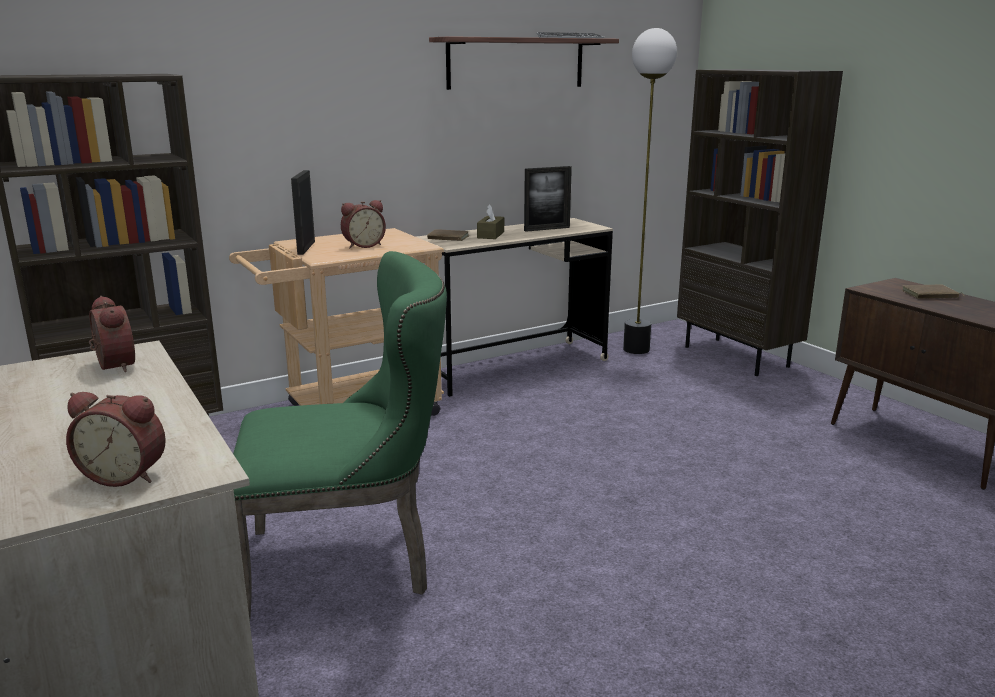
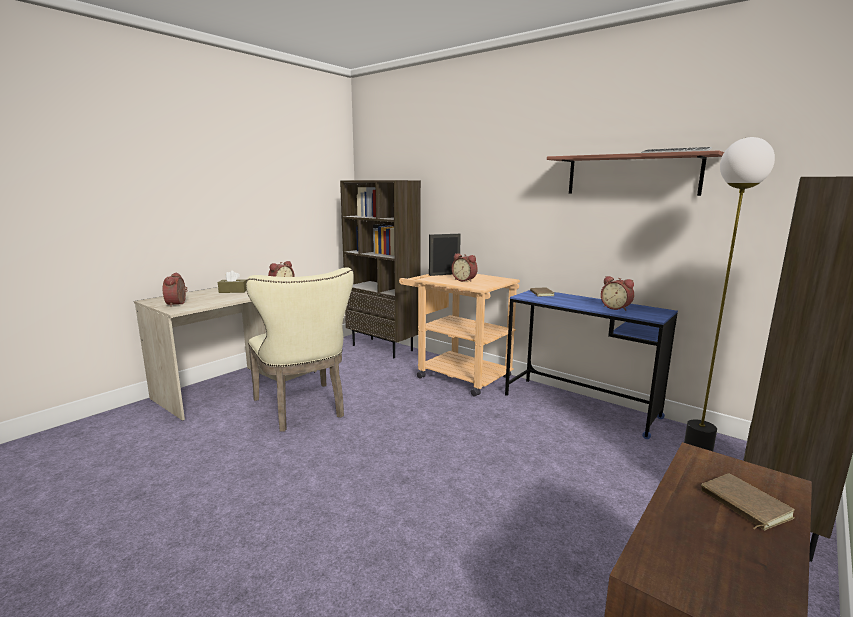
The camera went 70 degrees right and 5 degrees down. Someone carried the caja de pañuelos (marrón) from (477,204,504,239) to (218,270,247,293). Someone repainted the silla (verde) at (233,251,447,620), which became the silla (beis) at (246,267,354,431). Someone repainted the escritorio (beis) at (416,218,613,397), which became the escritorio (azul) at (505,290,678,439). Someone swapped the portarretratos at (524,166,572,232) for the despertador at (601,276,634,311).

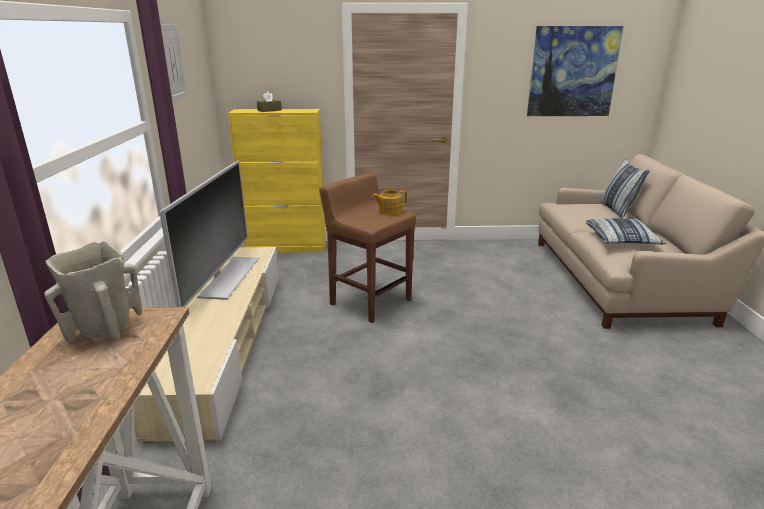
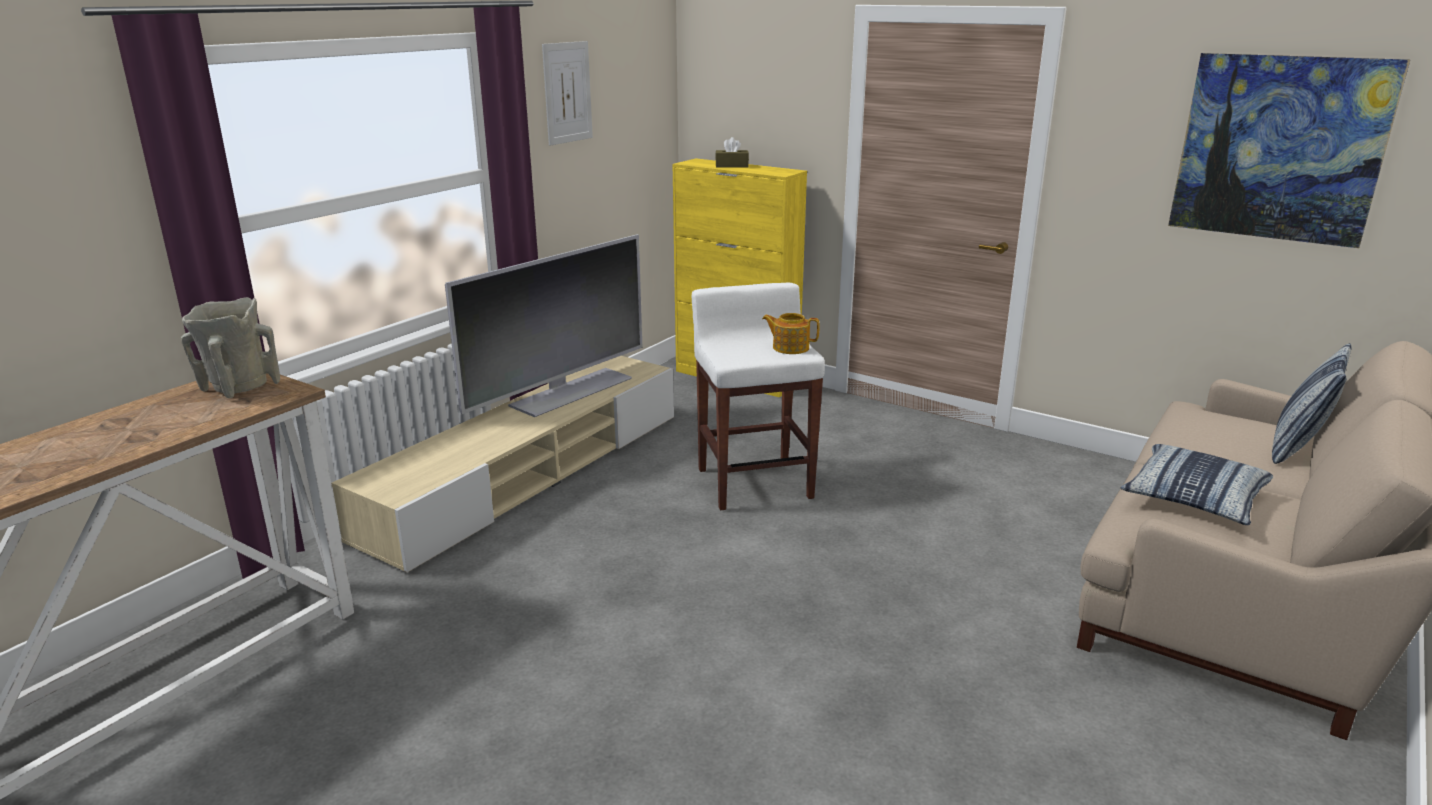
The camera went 35 degrees right and 0 degrees up. Someone repainted the taburete (marrón) at (319,174,416,323), which became the taburete (blanco) at (692,283,825,510).

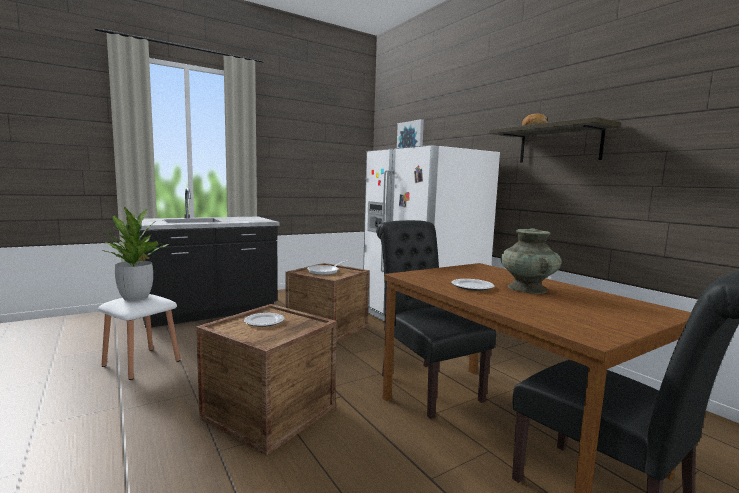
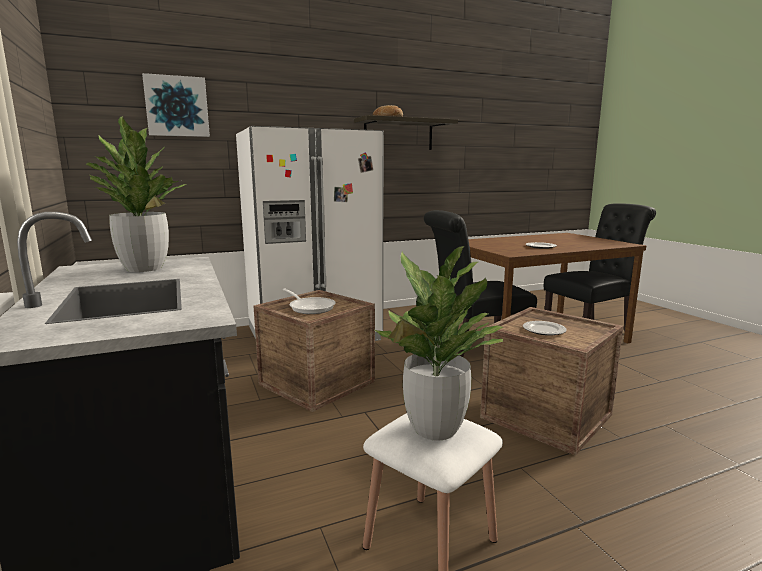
The camera went 80 degrees left and 5 degrees up. Someone put down the planta en maceta at (86,116,187,272). Someone took away the florero (turquesa) at (501,228,562,294).

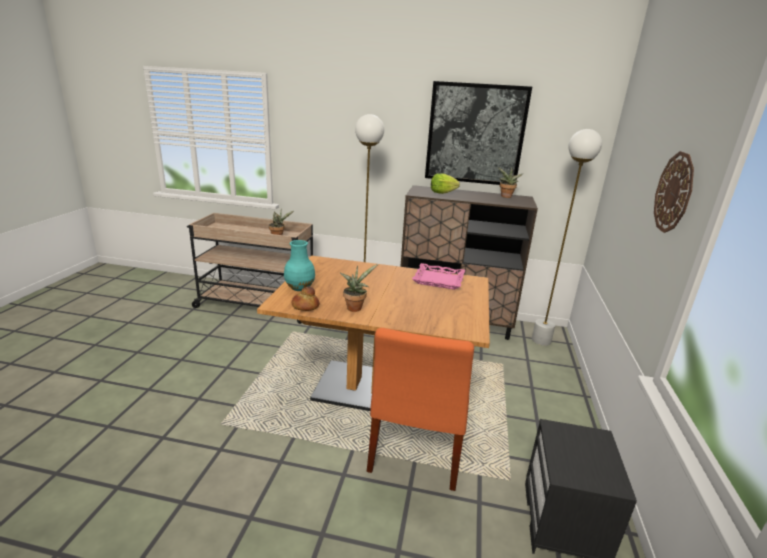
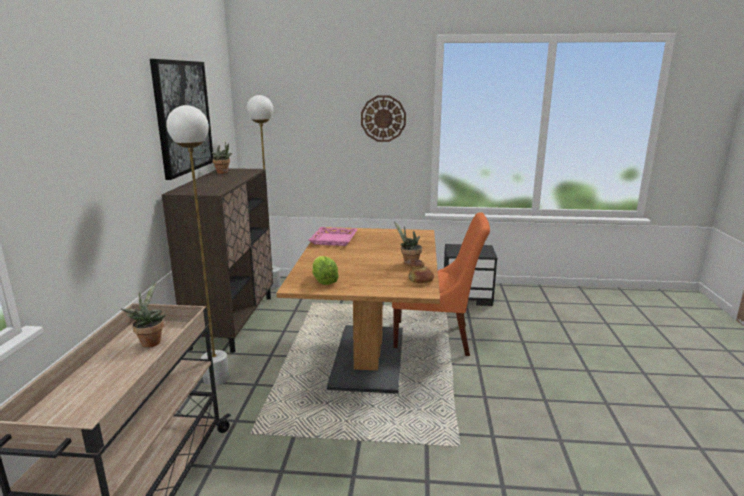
The camera went 95 degrees left and 5 degrees down. Someone carried the lechuga from (431,173,460,194) to (312,256,339,285). Someone took away the florero (turquesa) at (284,240,315,291).

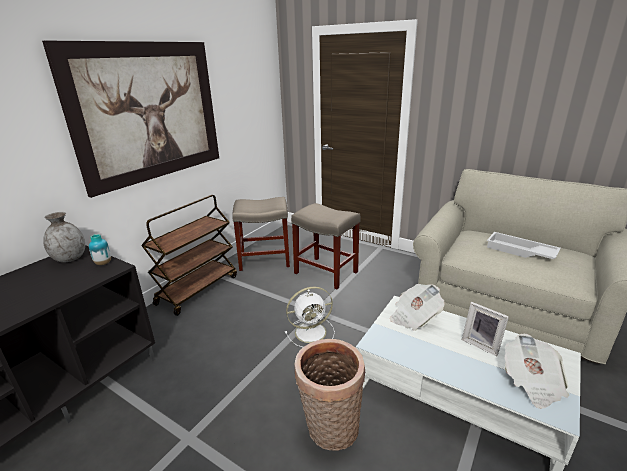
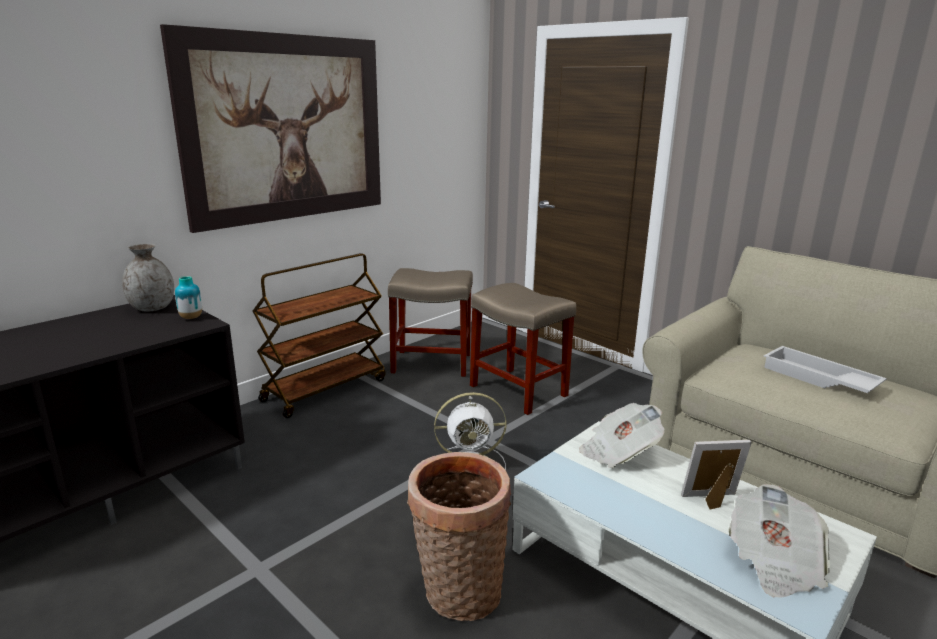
The camera went 10 degrees right and 5 degrees down. Someone rotated the portarretratos at (462,302,509,356) by 120 degrees clockwise.

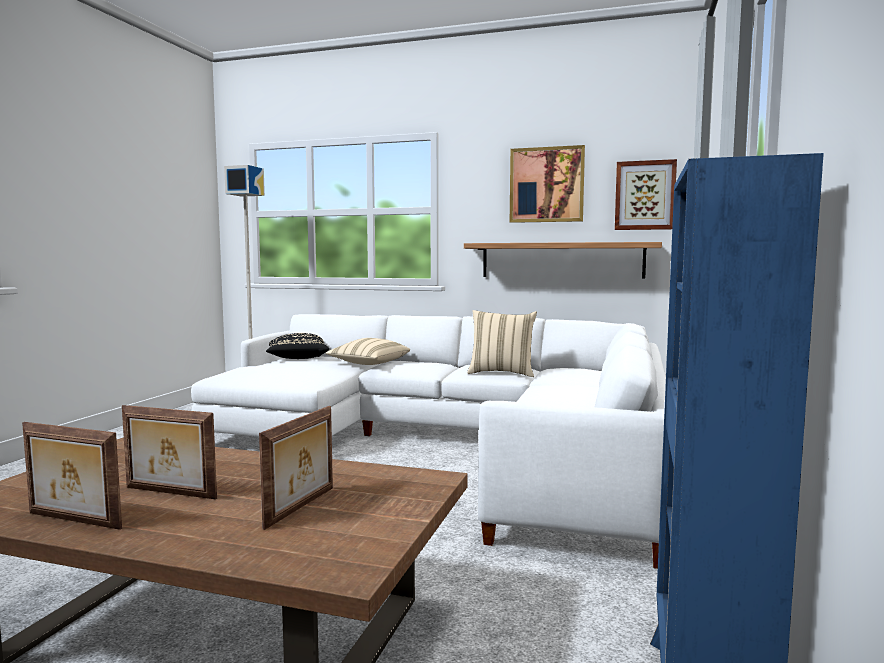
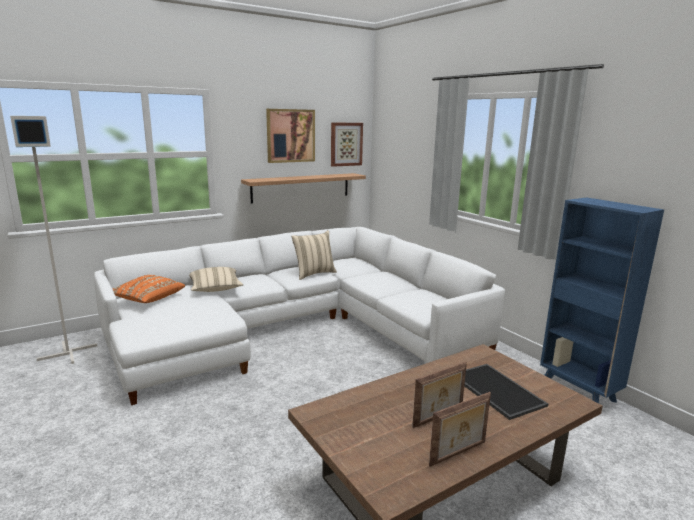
The camera went 50 degrees left and 10 degrees up. Someone repainted the cojín (negro) at (266,333,329,359), which became the cojín (naranja) at (113,275,185,303). Someone swapped the portarretratos at (259,406,333,530) for the bandeja at (464,364,548,420).

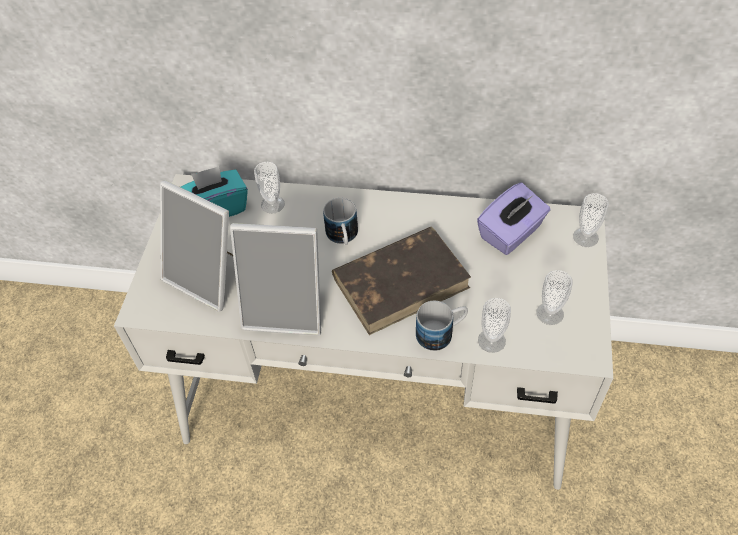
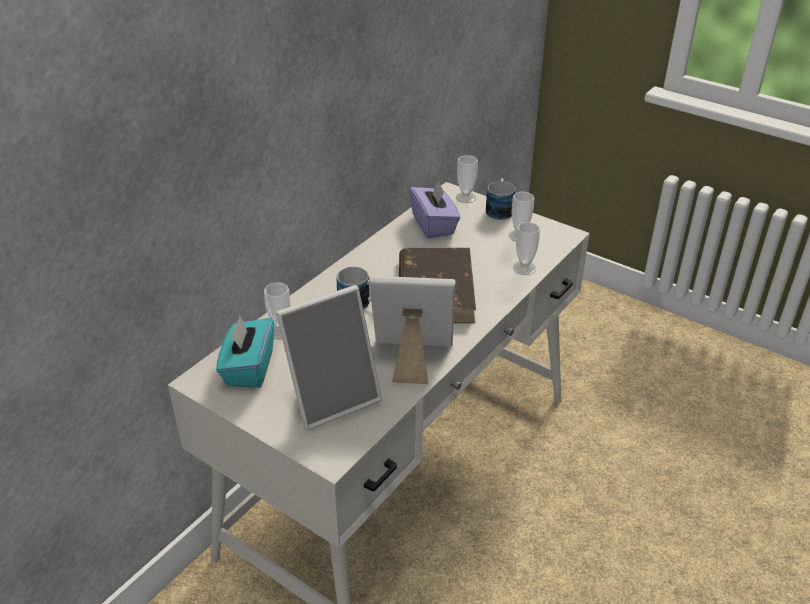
The camera went 65 degrees left and 15 degrees down. Someone rotated the portarretratos at (230,223,321,336) by 120 degrees counterclockwise. Someone carried the taza grande from (416,300,468,351) to (486,178,515,220).

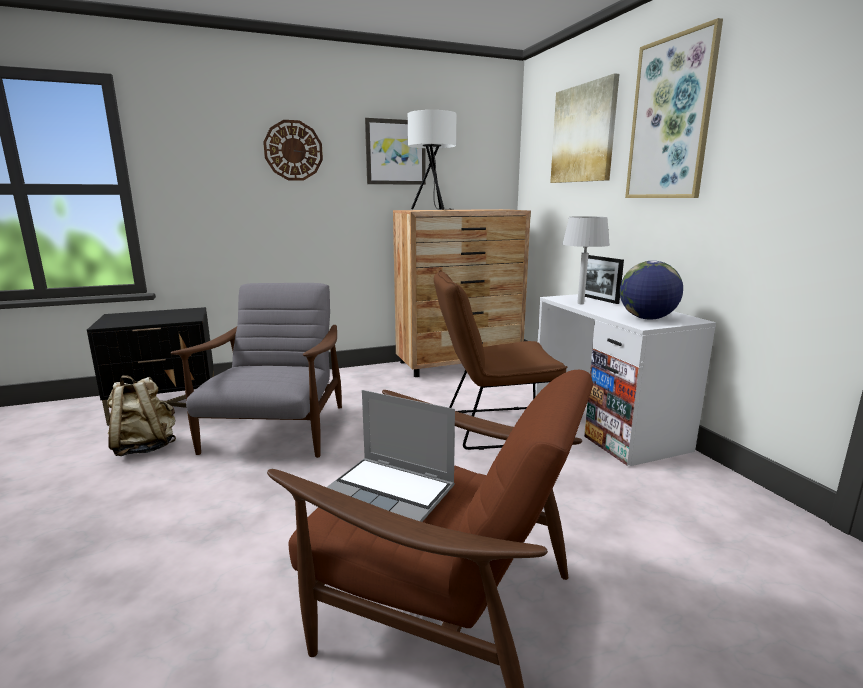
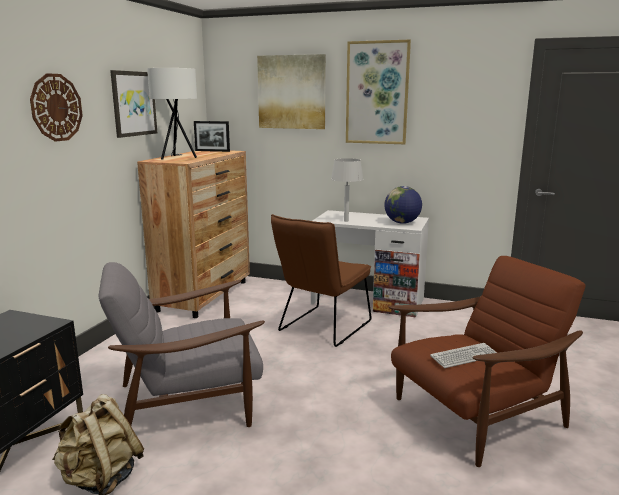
The camera went 50 degrees left and 0 degrees up. Someone rotated the sillón (gris) at (171,283,342,458) by 60 degrees counterclockwise. Someone carried the portarretratos from (585,255,624,304) to (194,121,230,152). Someone swapped the portátil at (327,390,455,522) for the teclado at (430,343,497,368).

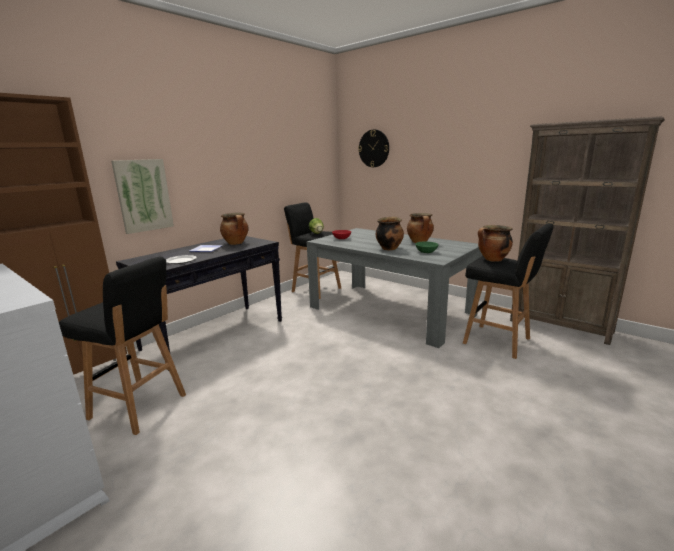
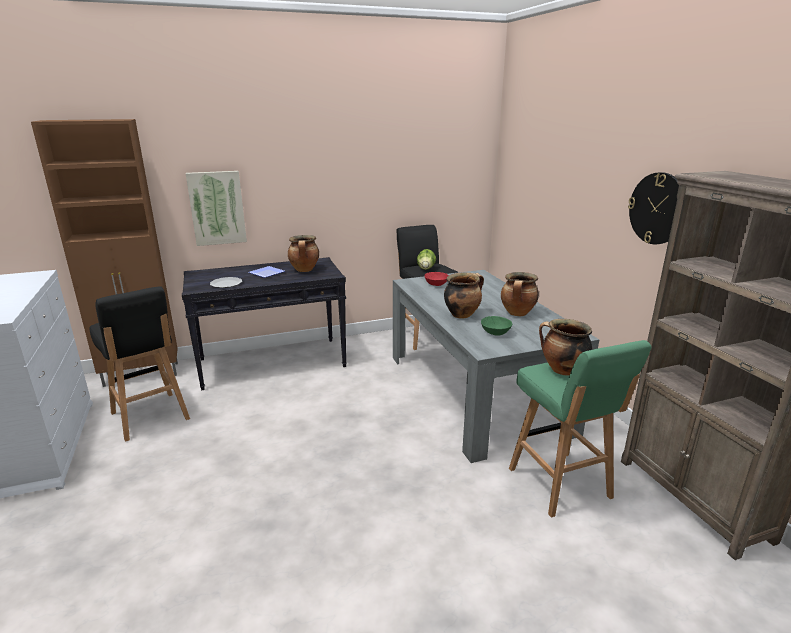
The camera went 30 degrees right and 5 degrees up. Someone repainted the taburete (negro) at (463,223,554,359), which became the taburete (verde) at (509,340,652,517). Someone carried the reloj de pared from (358,129,389,167) to (628,172,679,244).

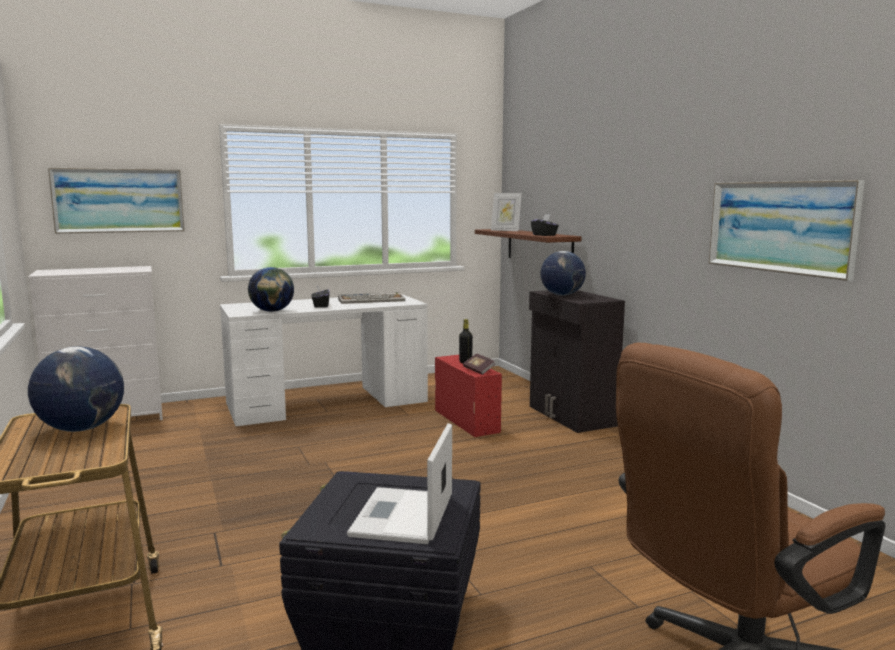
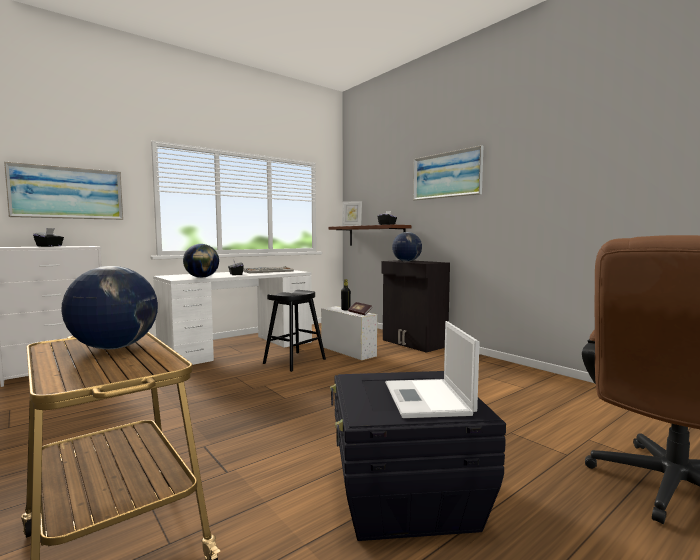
The camera went 15 degrees left and 5 degrees down. Someone put down the caja de pañuelos (negro) at (33,228,64,247). Someone put down the taburete (negro) at (263,290,326,372). Someone repainted the caja de almacenaje (rojo) at (435,355,502,437), which became the caja de almacenaje (blanco) at (321,306,377,360). Someone carried the cuadro from (709,180,865,281) to (413,145,483,201).

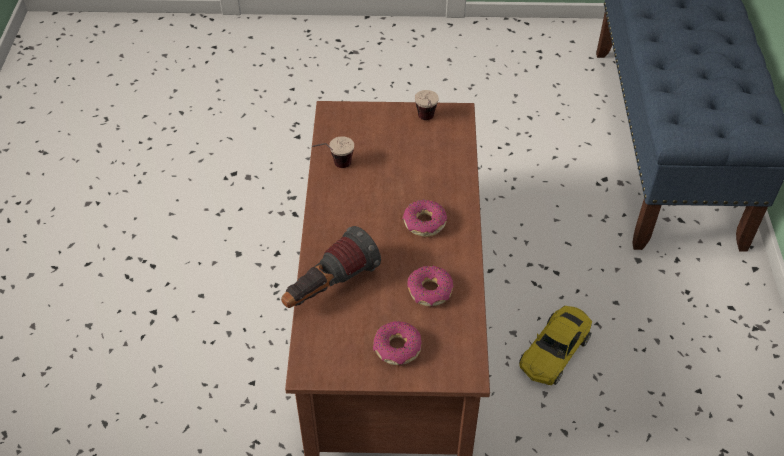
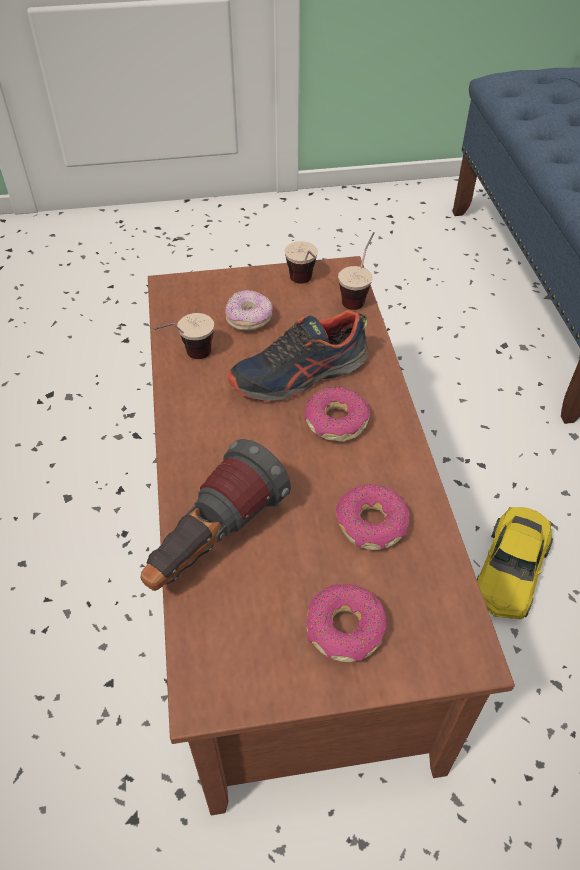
The camera went 10 degrees left and 0 degrees up. Someone put down the rosquilla at (225,290,273,331). Someone put down the zapato at (228,310,369,401). Someone put down the taza at (338,232,374,310).

